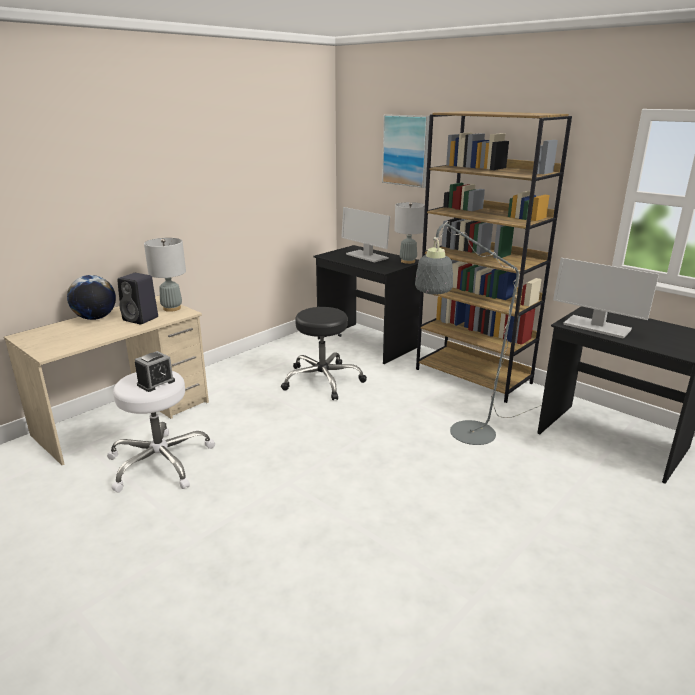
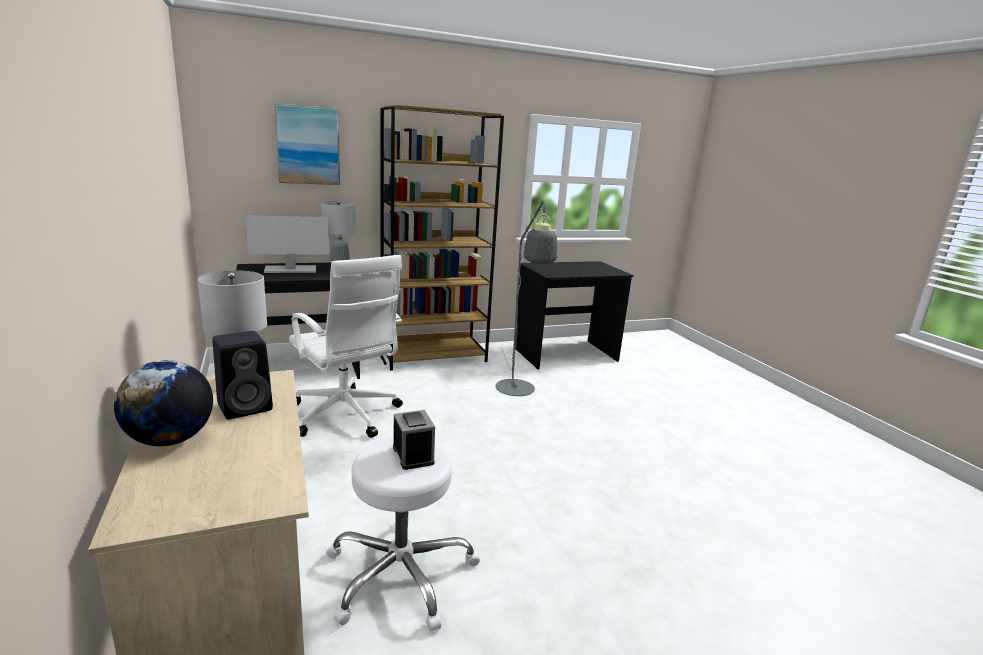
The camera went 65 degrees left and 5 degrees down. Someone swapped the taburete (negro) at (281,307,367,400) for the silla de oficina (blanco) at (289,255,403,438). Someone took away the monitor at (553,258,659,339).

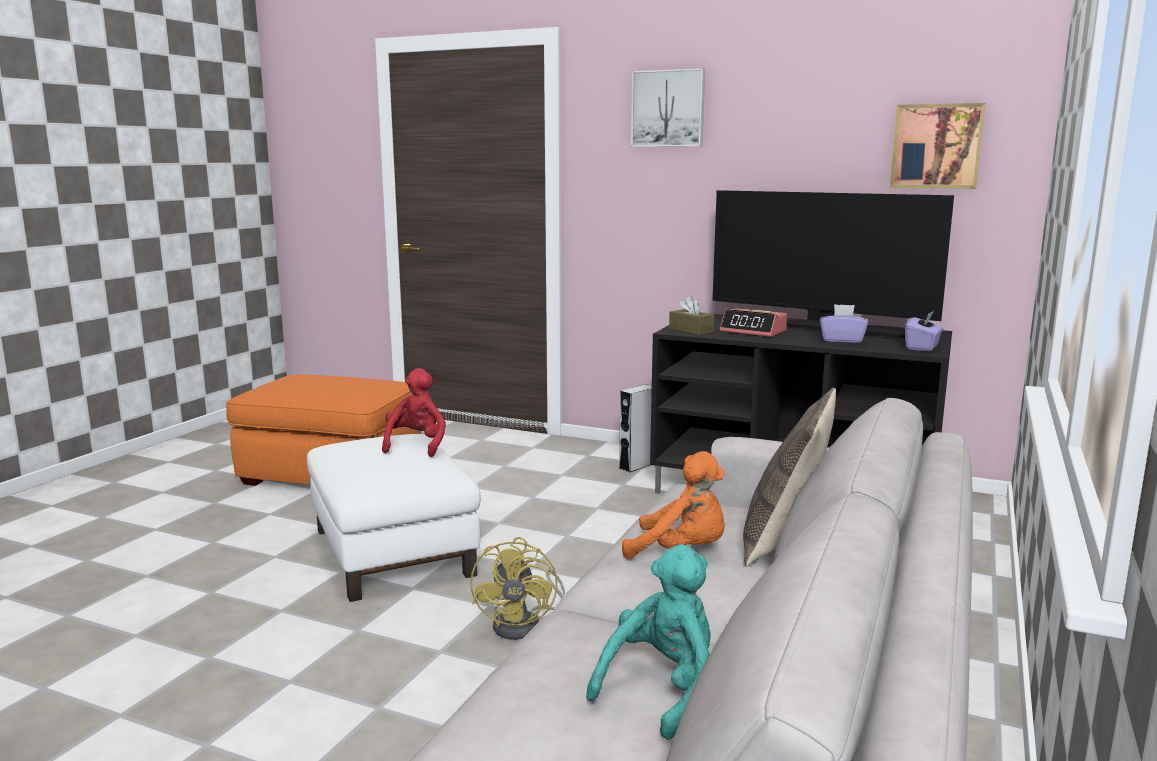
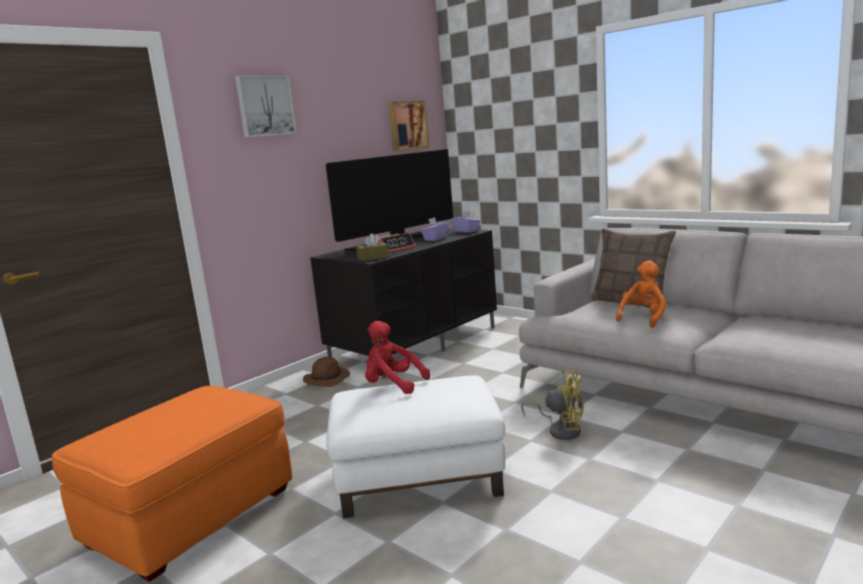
The camera went 70 degrees left and 0 degrees up. Someone swapped the altavoz (gris) at (619,384,652,473) for the sombrero (marrón) at (303,357,350,387). Someone took away the peluche (turquesa) at (586,544,711,740).

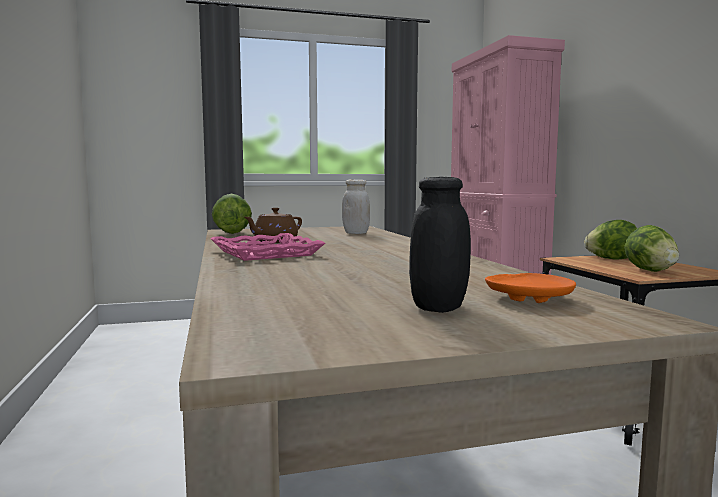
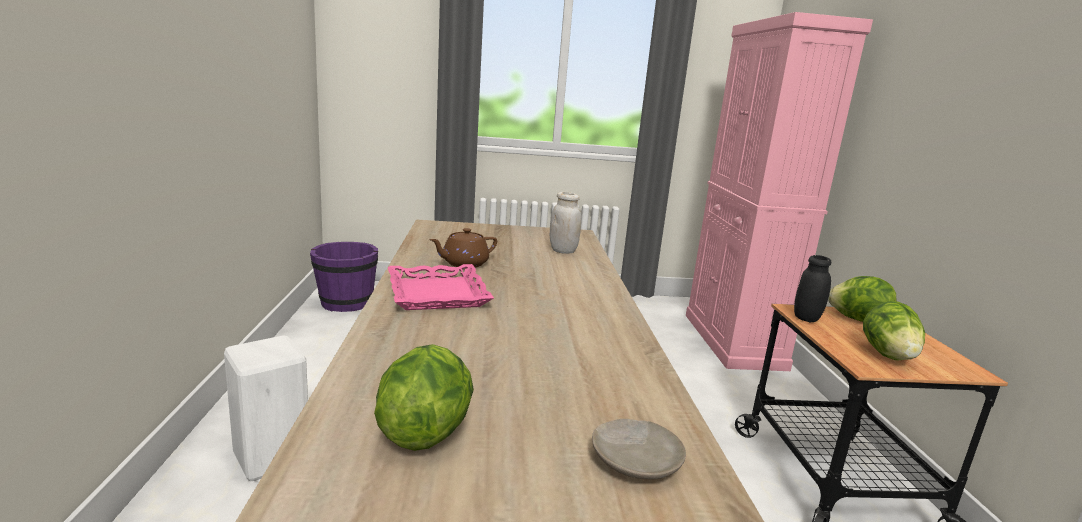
The camera went 10 degrees right and 10 degrees up. Someone put down the taburete (blanco) at (224,336,308,481). Someone put down the cubo (morado) at (310,242,378,312). Someone carried the lechuga from (212,194,252,234) to (374,344,474,451). Someone repainted the plato (naranja) at (485,273,576,303), which became the plato (beis) at (592,419,686,479). Someone carried the tarro (negro) from (409,177,471,313) to (794,255,831,322).

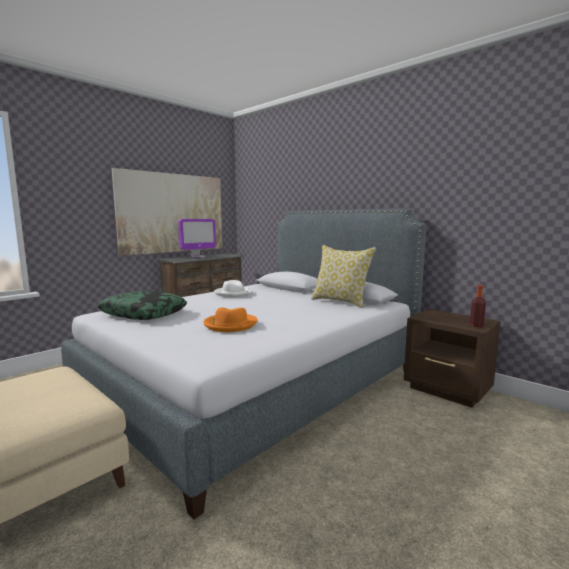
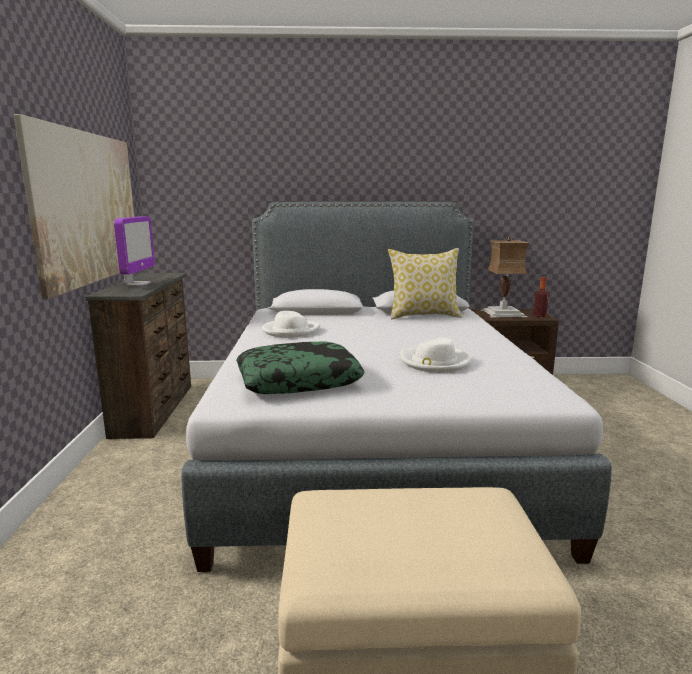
The camera went 45 degrees left and 5 degrees up. Someone repainted the sombrero (naranja) at (203,308,258,332), which became the sombrero (blanco) at (400,338,470,373). Someone put down the lámpara de mesa at (480,236,530,318).

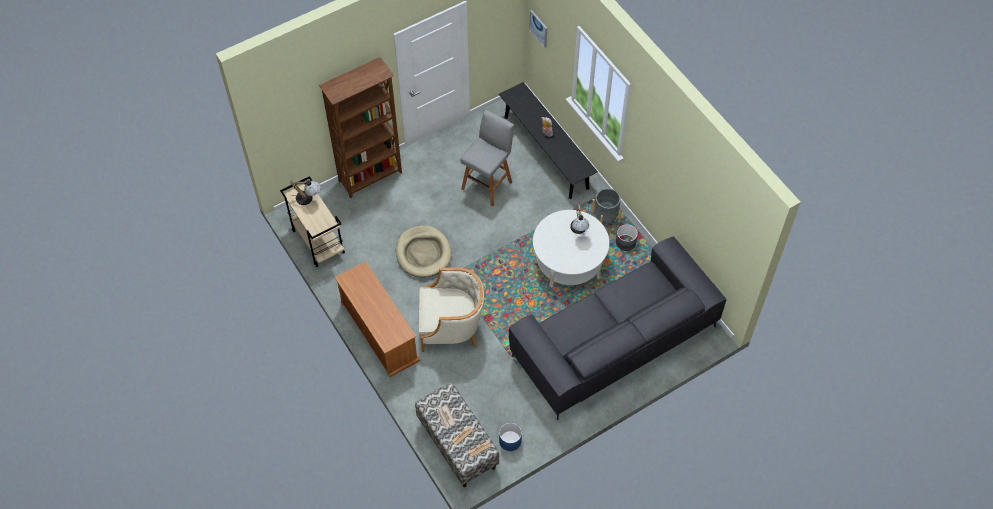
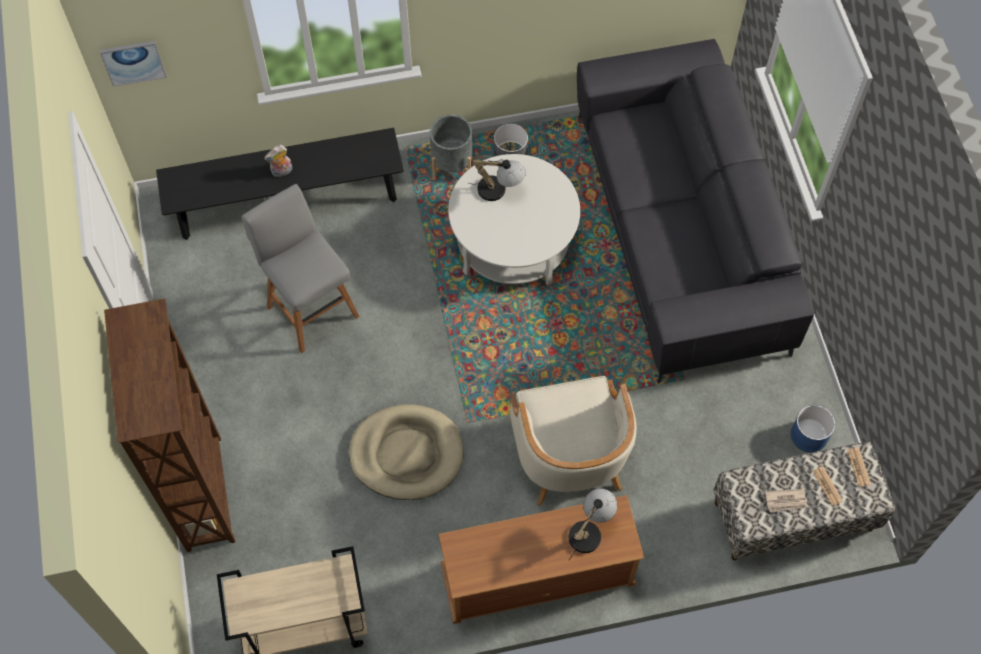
The camera went 70 degrees left and 5 degrees up. Someone rotated the sillón (beis) at (419,267,484,352) by 150 degrees clockwise. Someone carried the lámpara de mesa from (290,180,321,205) to (569,488,617,560).

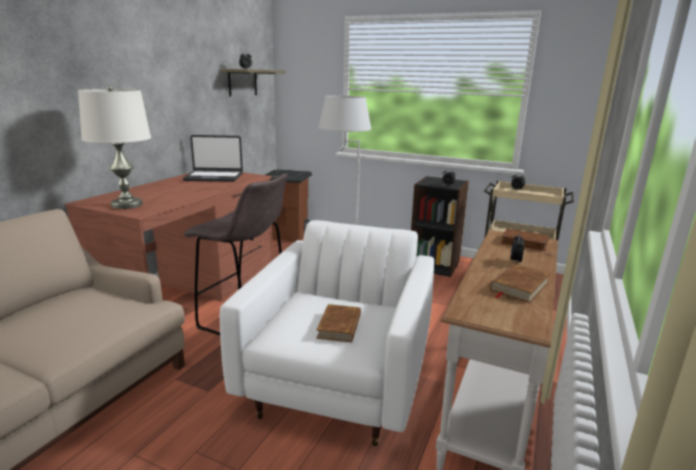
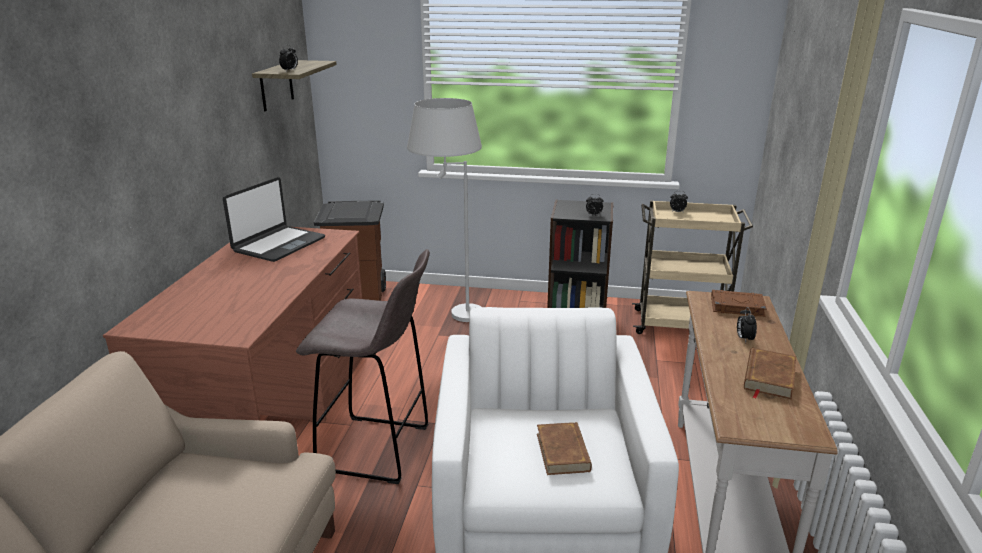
The camera went 15 degrees left and 5 degrees up. Someone rotated the portátil at (183,135,243,182) by 45 degrees counterclockwise. Someone took away the lámpara de mesa (blanco) at (78,86,151,209).

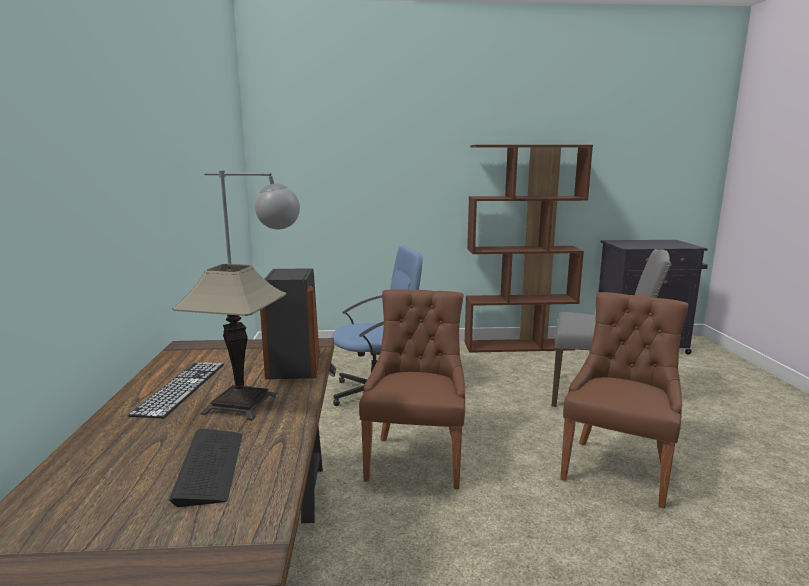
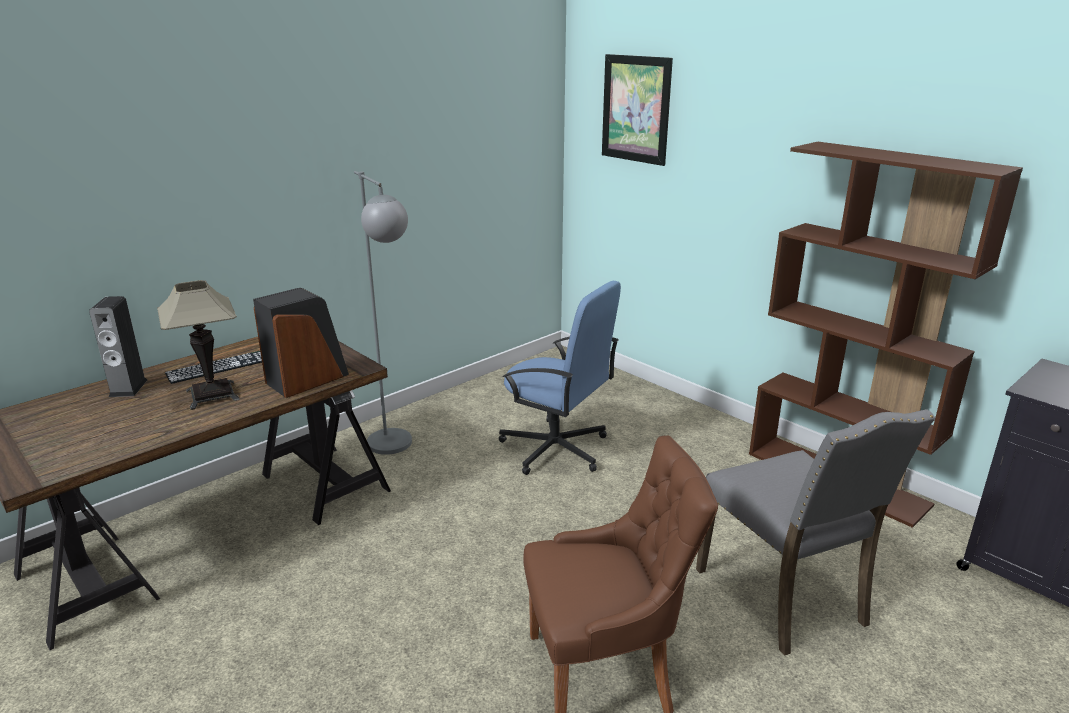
The camera went 50 degrees right and 10 degrees up. Someone put down the altavoz at (89,296,147,397). Someone put up the cuadro at (602,54,673,166). Someone took away the teclado at (169,429,242,507). Someone took away the silla (marrón) at (359,289,465,489).

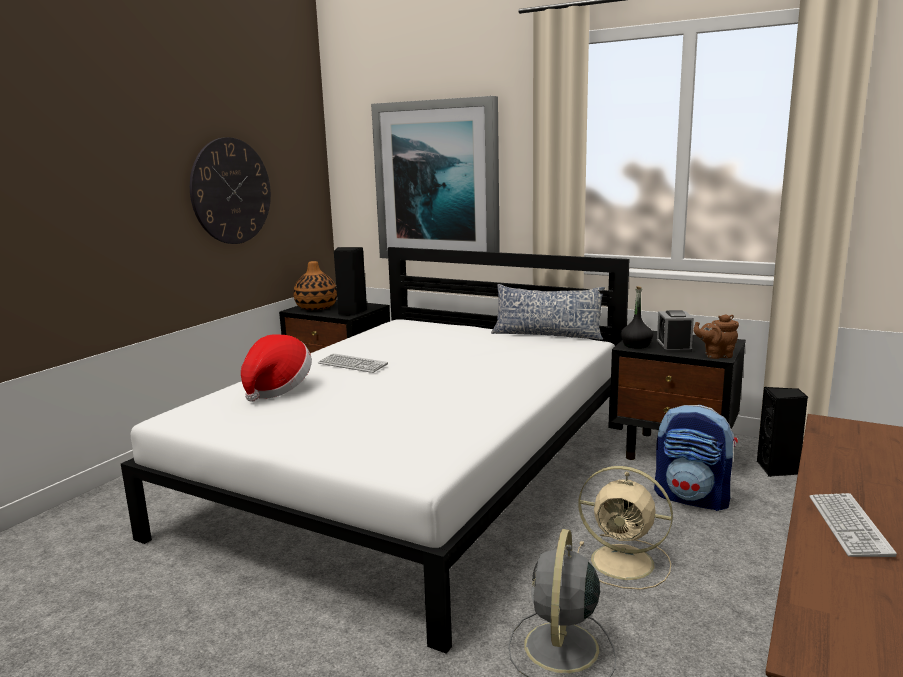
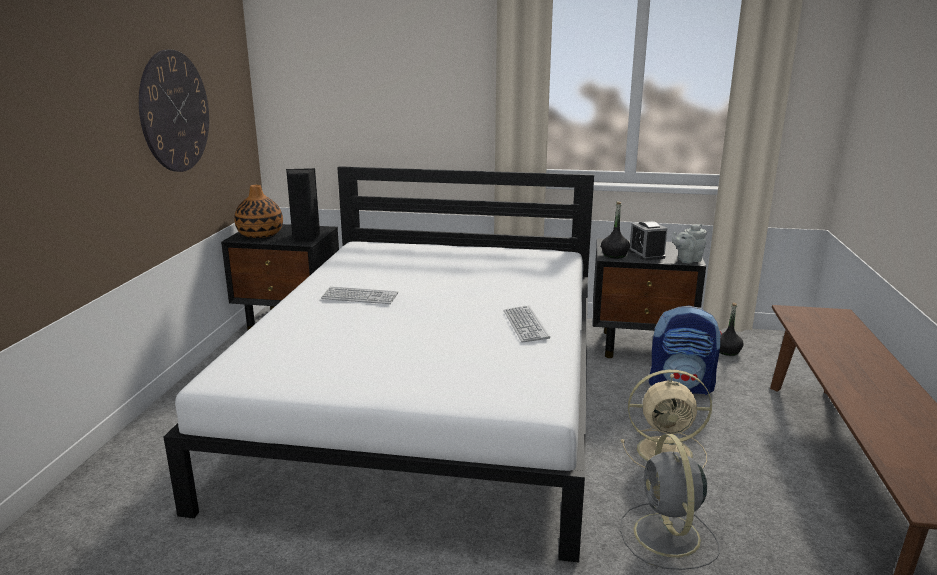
The camera went 20 degrees left and 5 degrees up. Someone carried the teclado from (809,493,897,557) to (504,305,550,342). Someone repainted the tetera (marrón) at (694,314,739,359), which became the tetera (gris) at (672,224,707,263). Someone swapped the altavoz (negro) at (757,387,808,477) for the botella (negro) at (719,303,744,356). Someone took away the sombrero at (241,334,312,402). Someone took away the cuadro at (371,96,500,258). Someone took away the cojín at (491,284,605,340).

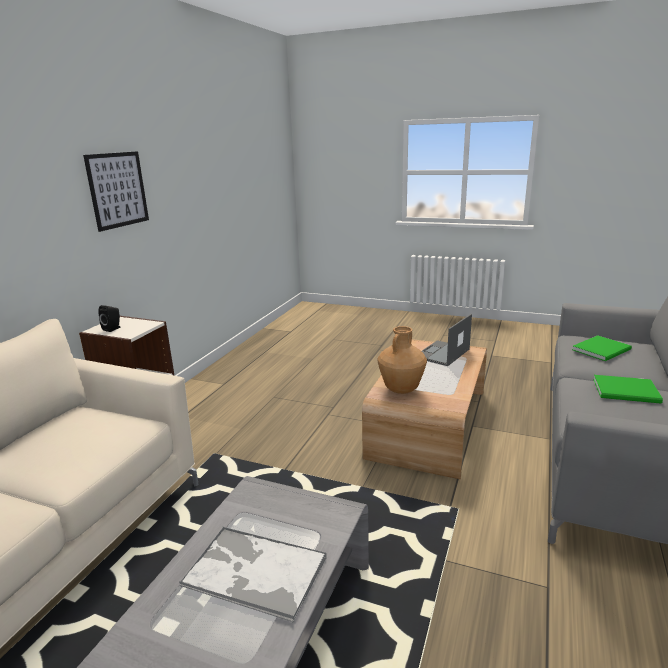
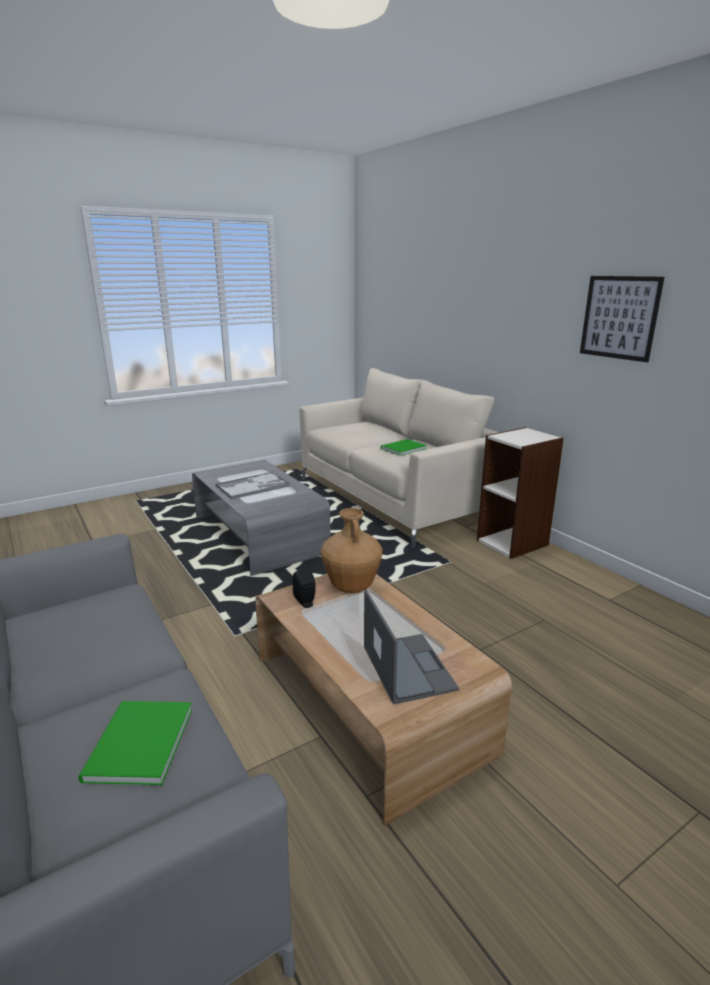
The camera went 125 degrees right and 0 degrees up. Someone carried the altavoz (negro) from (98,305,121,332) to (293,569,316,608). Someone carried the libro (verde) from (593,375,663,404) to (380,439,427,456).

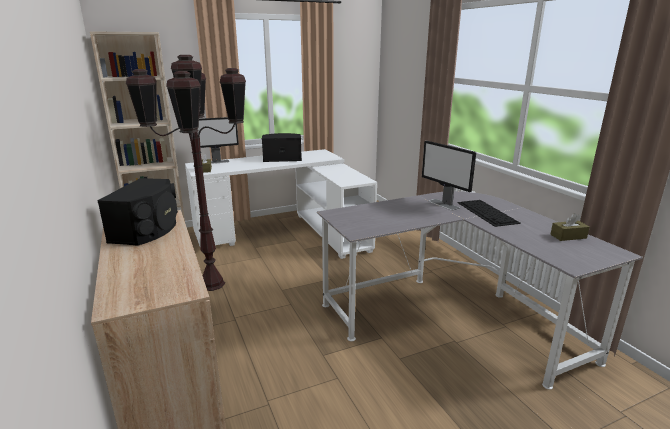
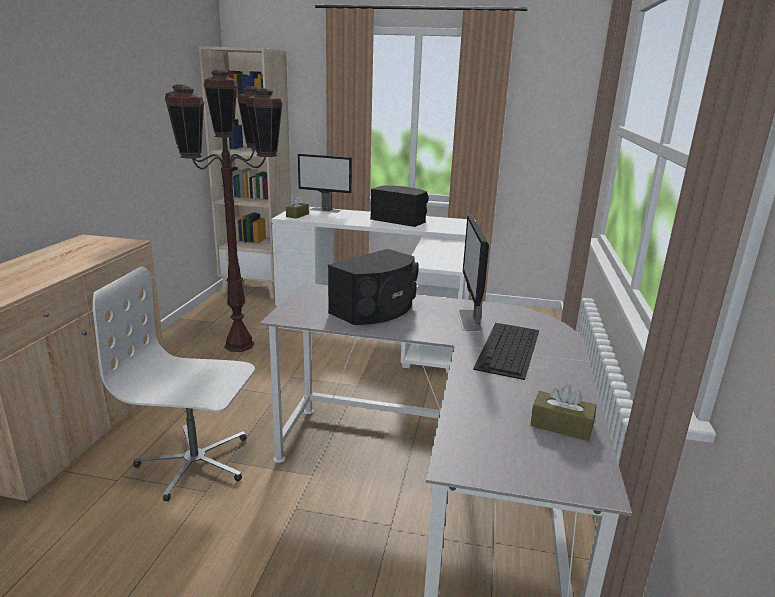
The camera went 35 degrees right and 0 degrees up. Someone put down the silla de oficina (blanco) at (93,267,255,501). Someone carried the altavoz (negro) from (97,178,178,245) to (328,249,419,325).

